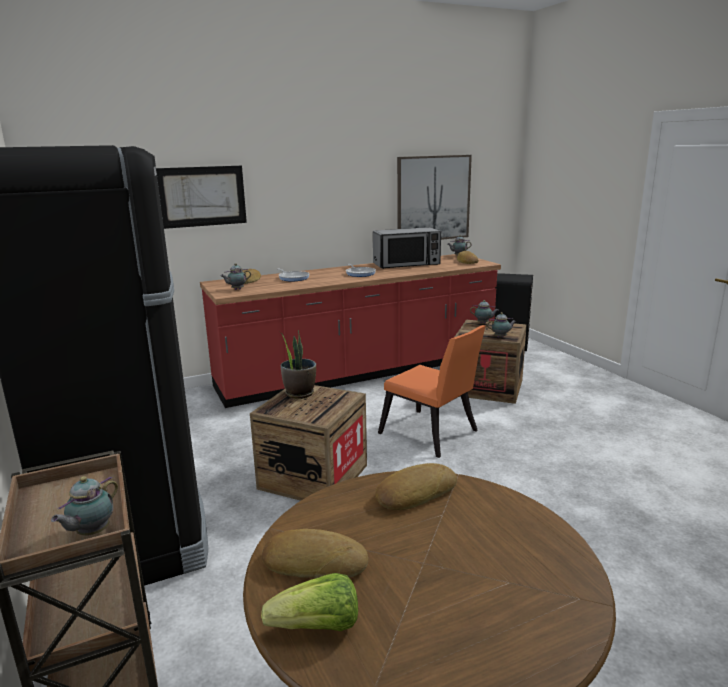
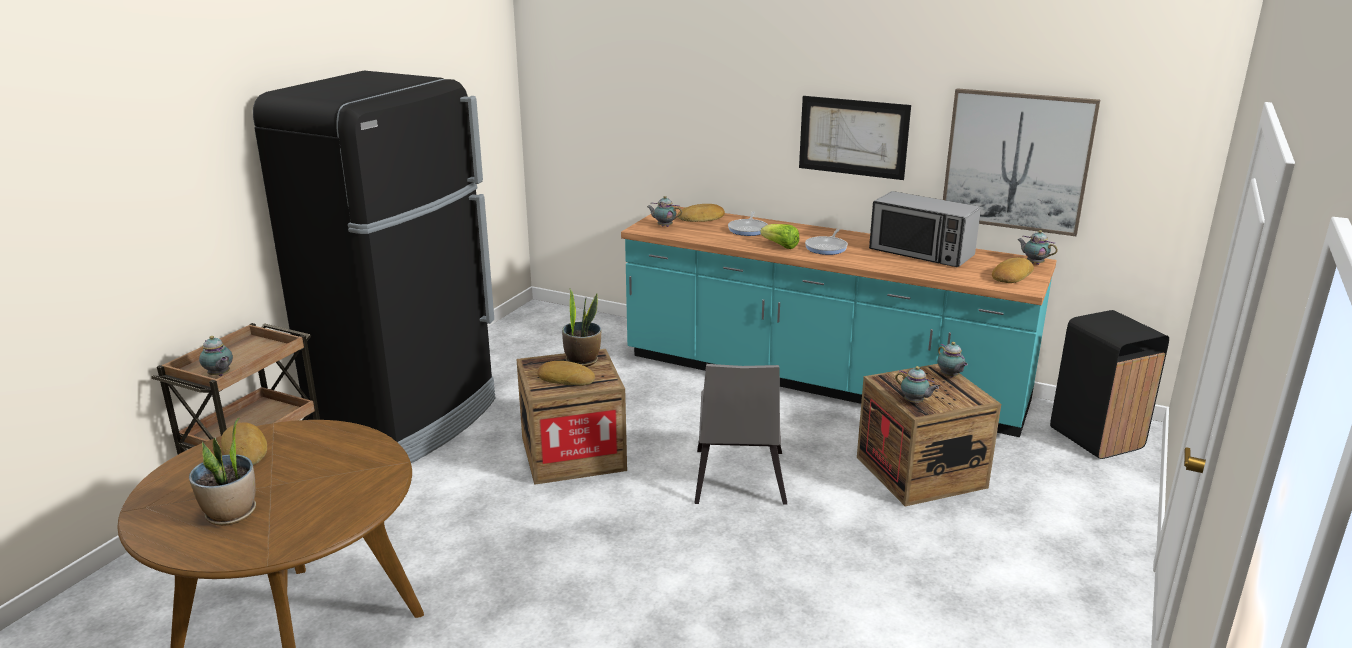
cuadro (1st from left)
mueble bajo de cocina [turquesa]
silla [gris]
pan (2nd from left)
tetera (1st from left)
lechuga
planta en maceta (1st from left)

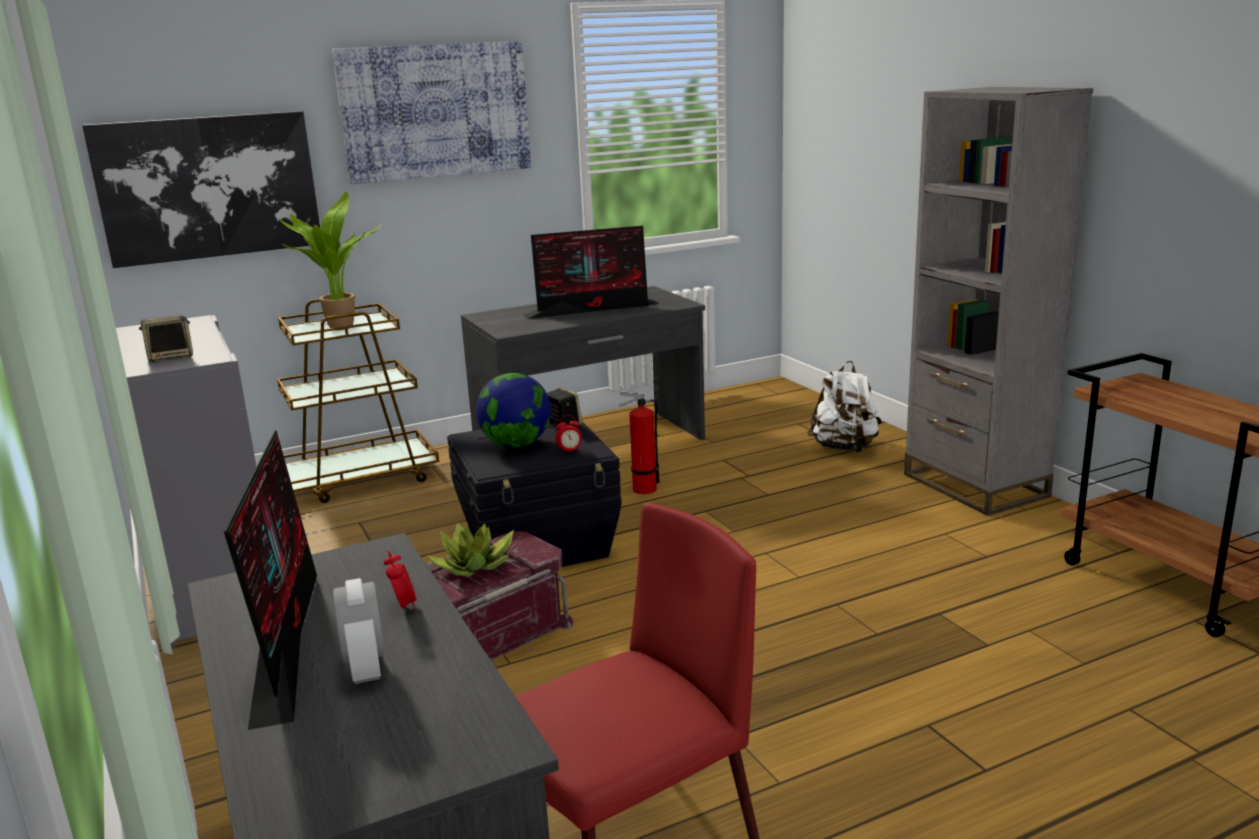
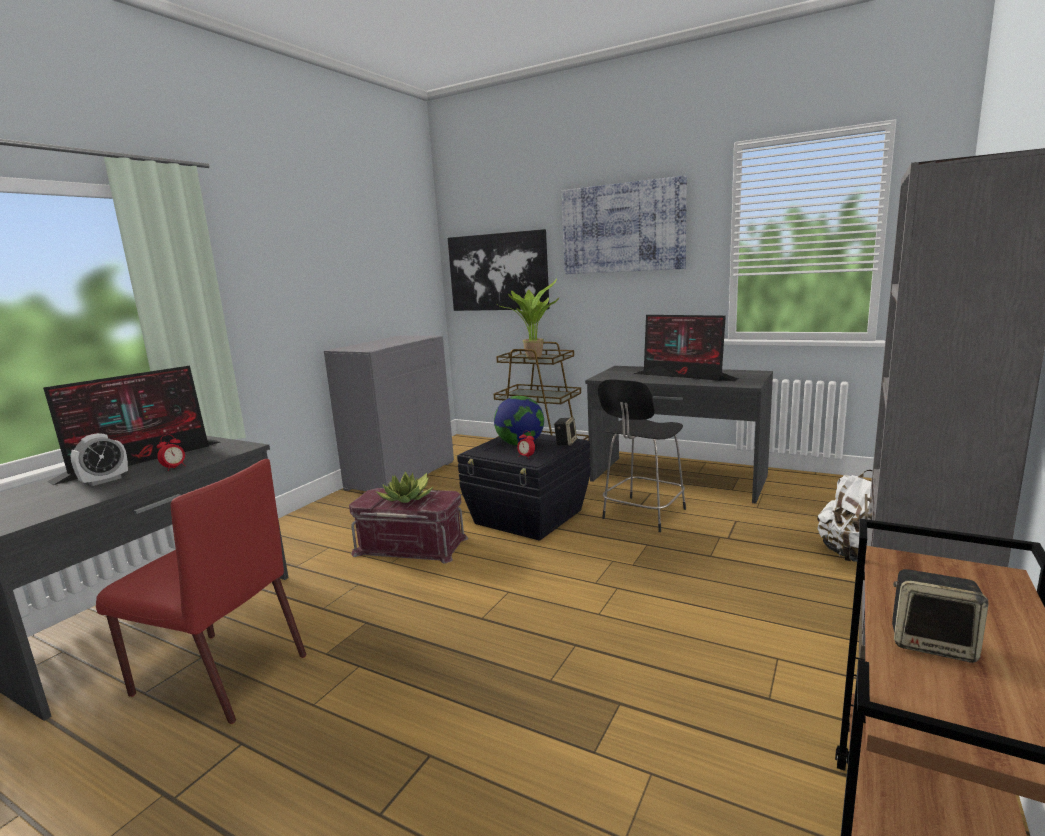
altavoz (2nd from left)
taburete [negro]

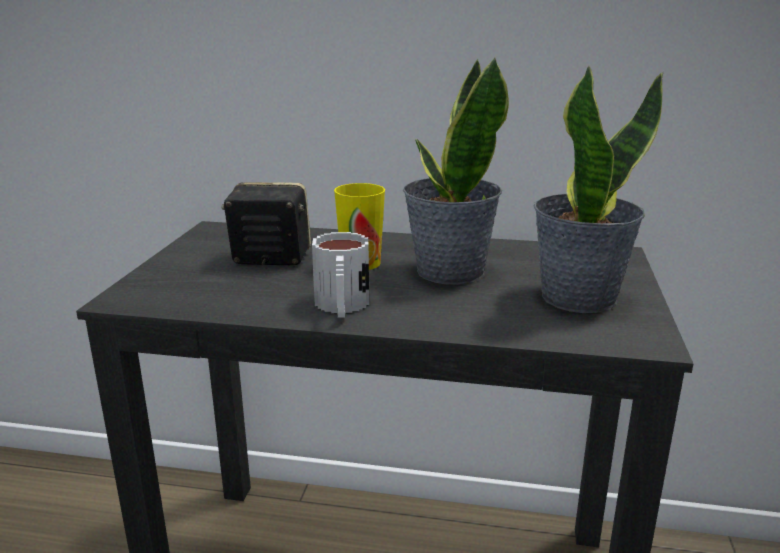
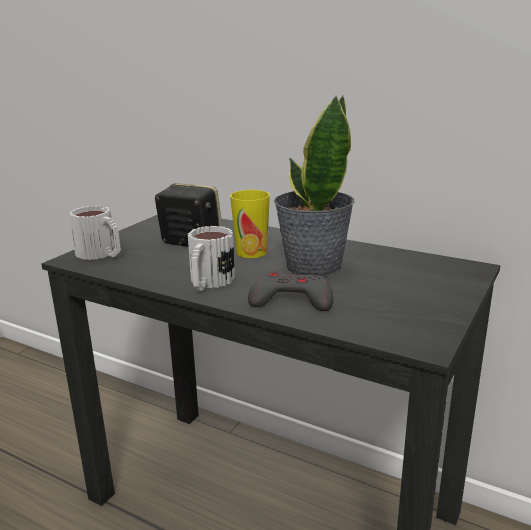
planta en maceta (2nd from left in the first image)
taza grande (1st from left)
mando de consola [gris]

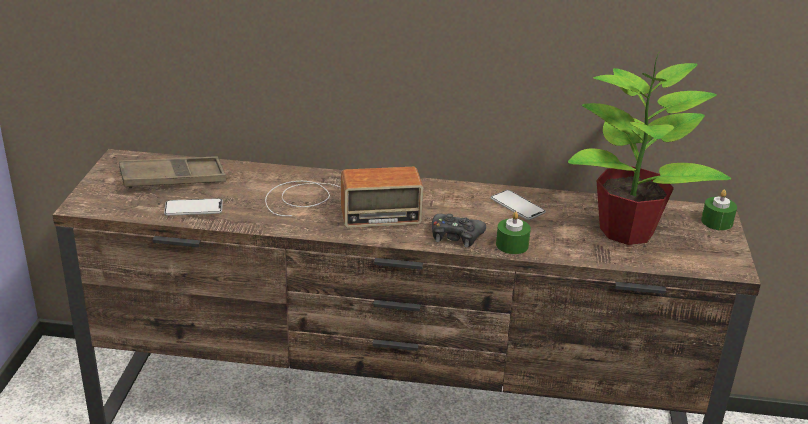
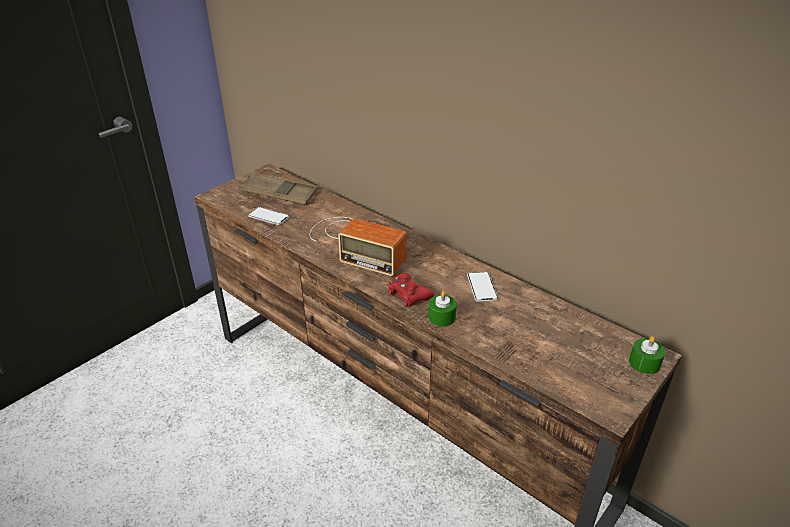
planta en maceta
mando de consola [rojo]

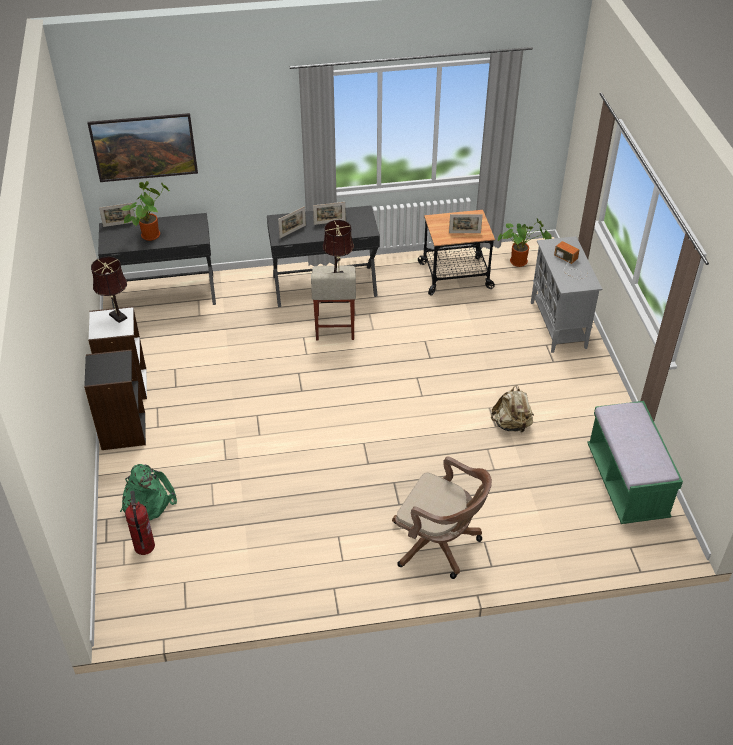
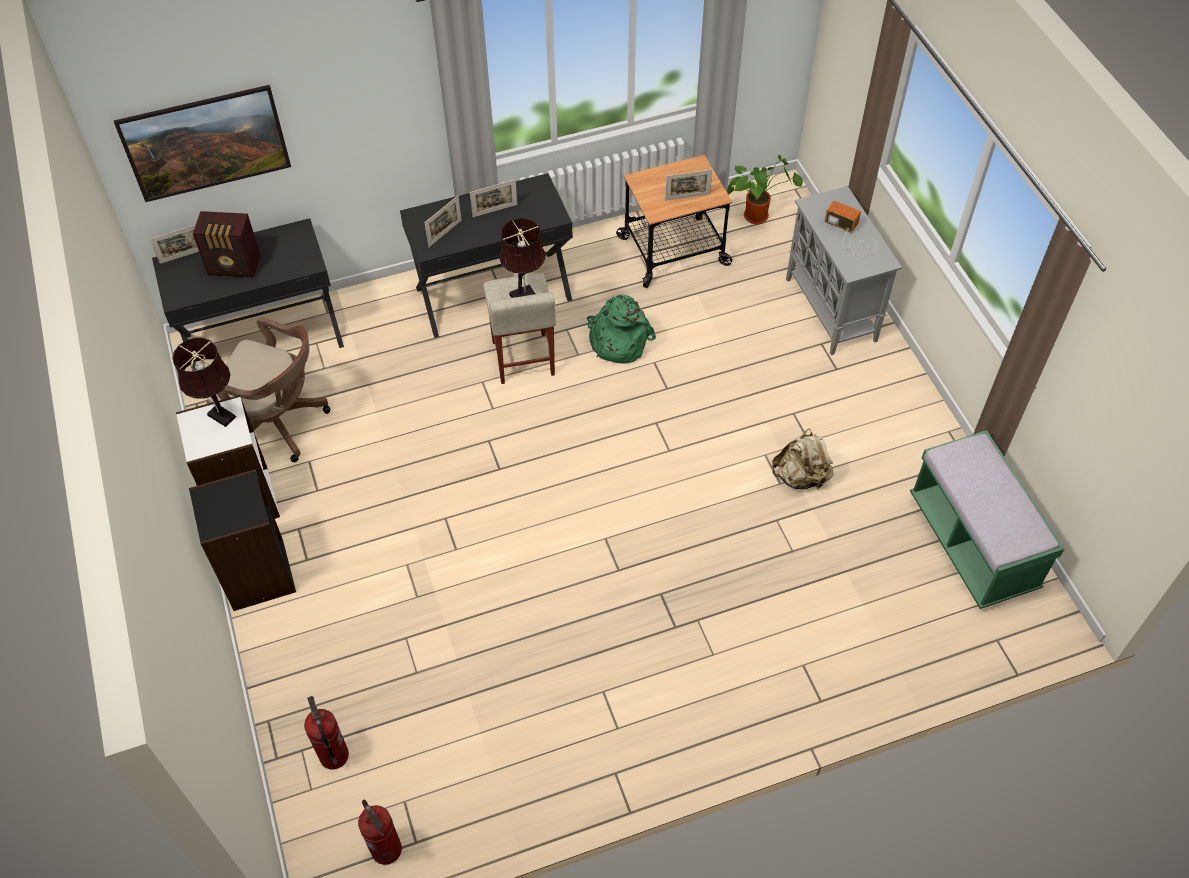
radio (1st from left)
silla de oficina [marrón]
mochila [verde]
extintor (2nd from left)

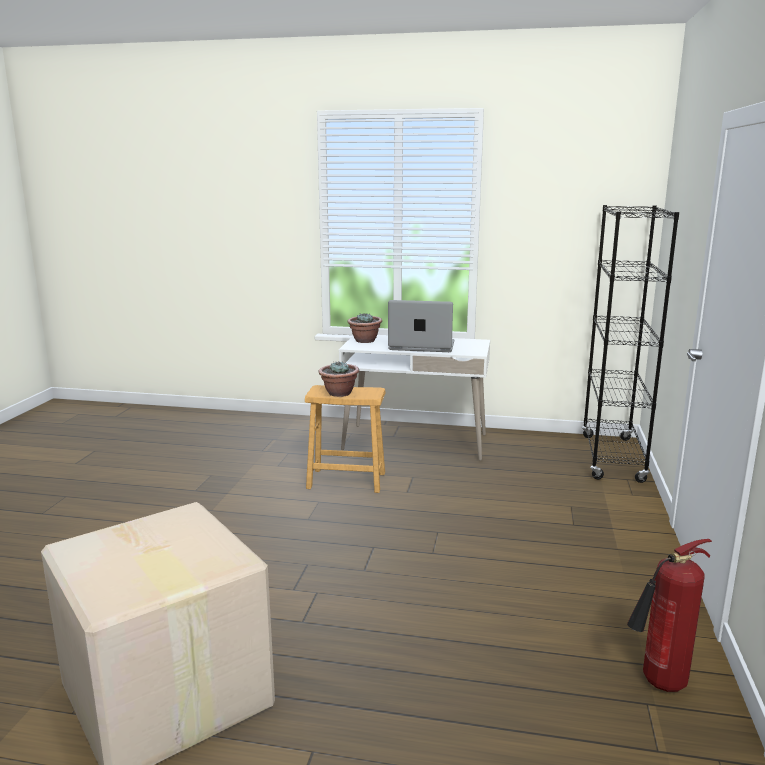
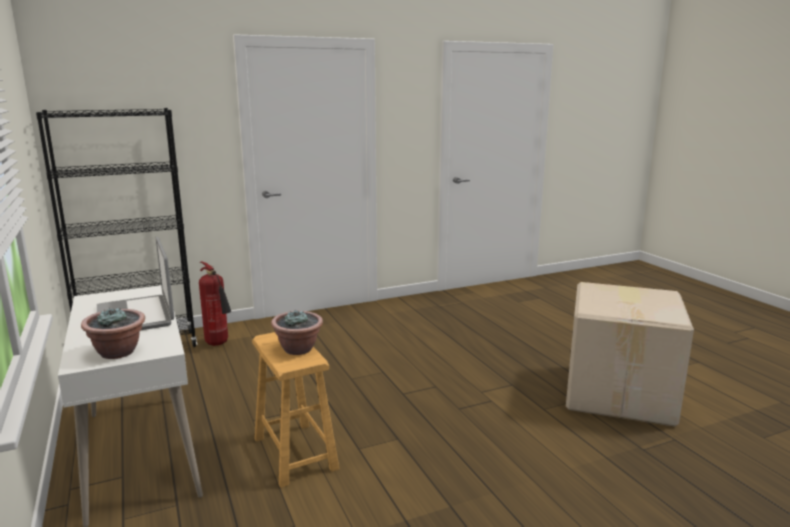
extintor

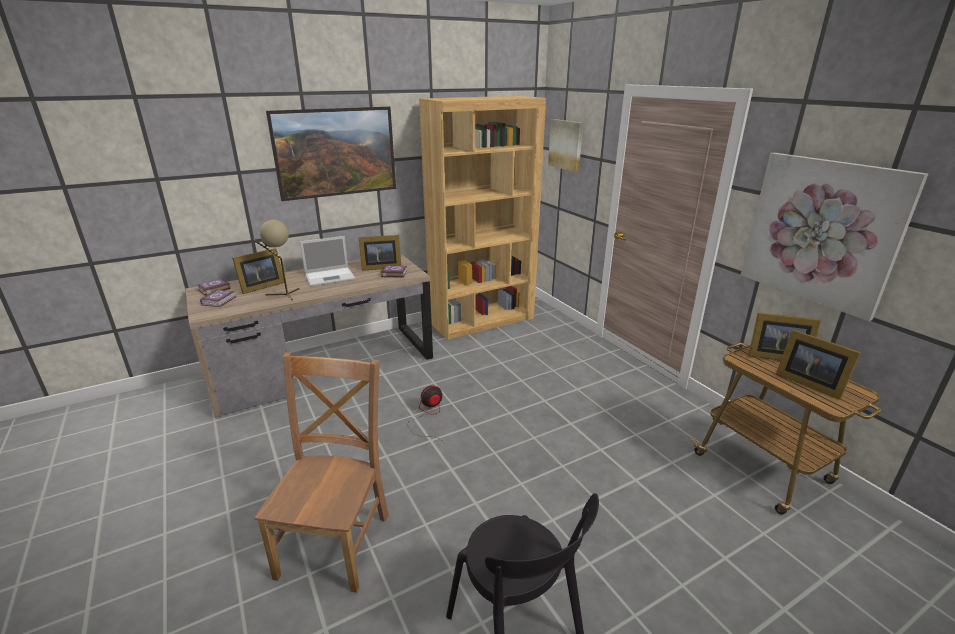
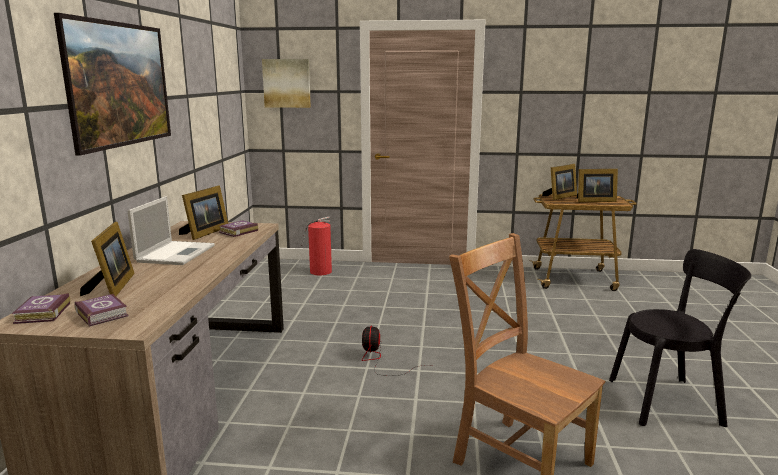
estantería [marrón]
cuadro (3rd from left in the first image)
lámpara de mesa [beis]
extintor

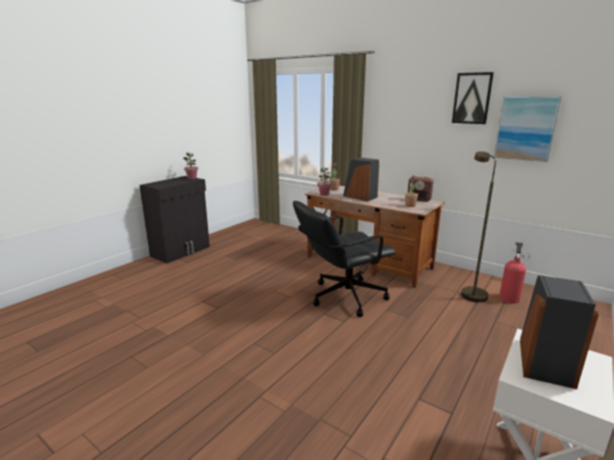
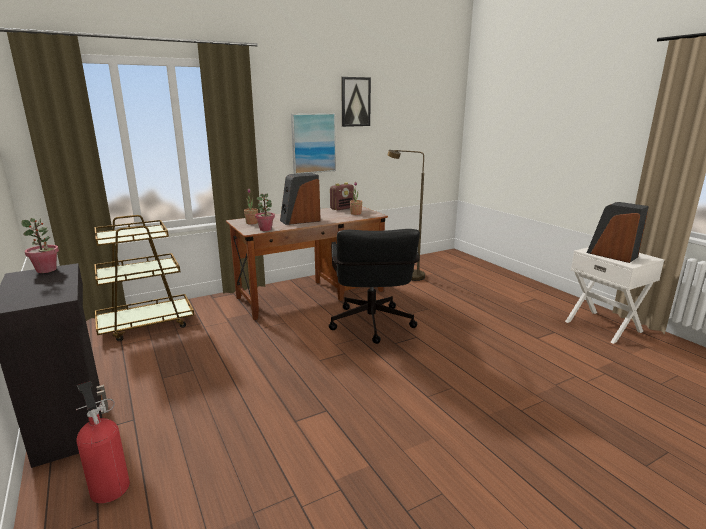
cuadro (1st from left)
extintor
carrito [marrón]

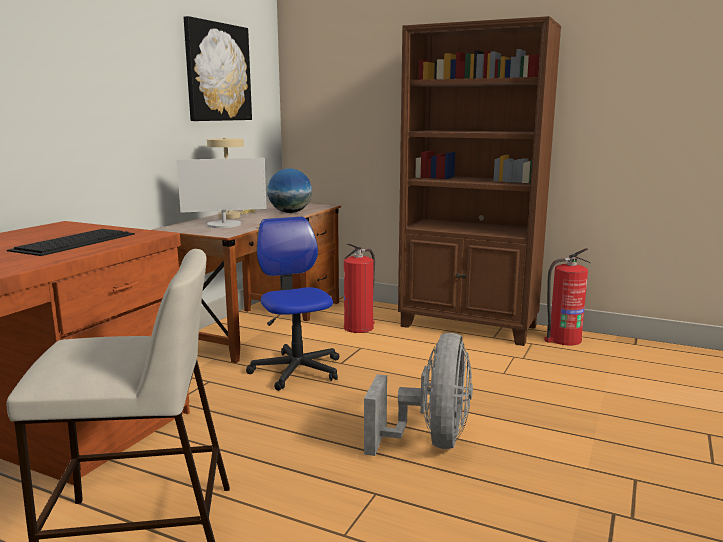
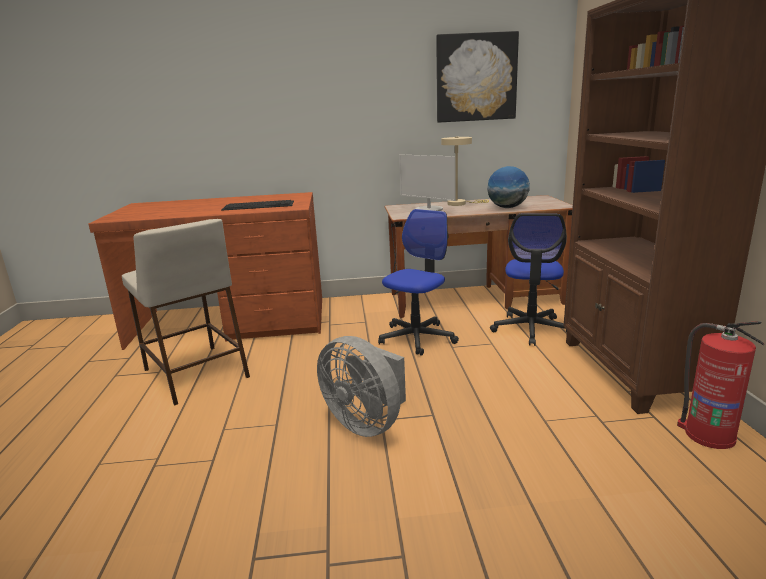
silla de oficina (2nd from left)
ventilador [gris]

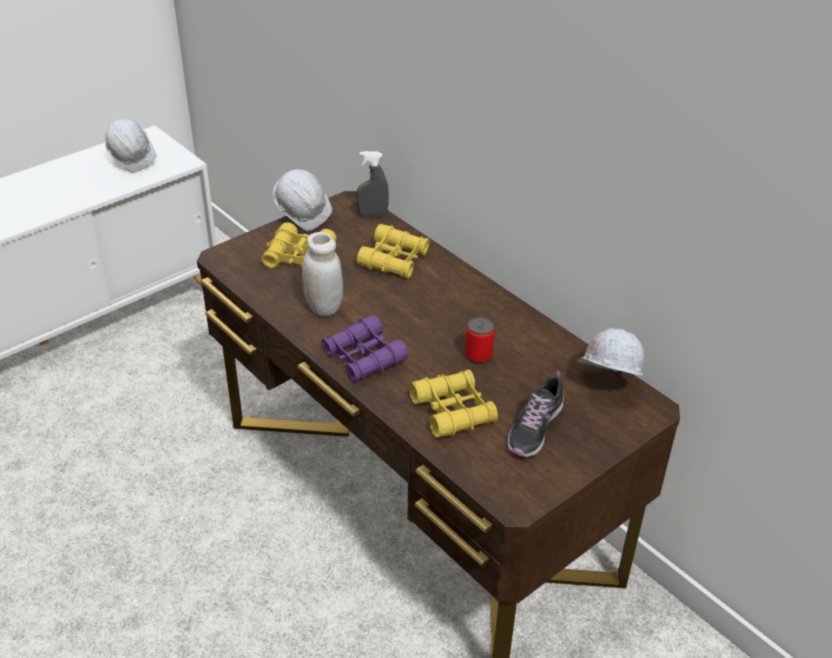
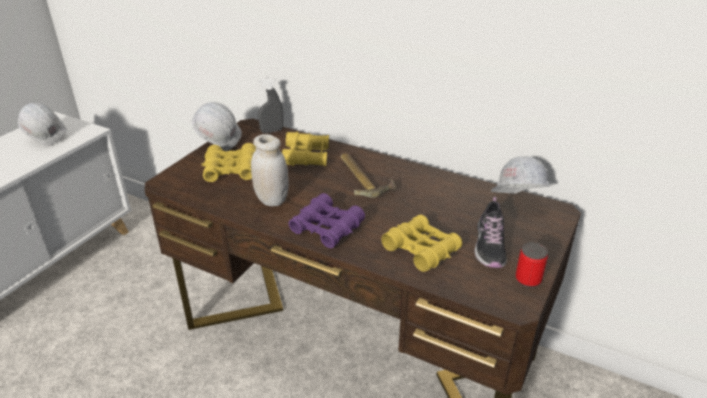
lata
martillo

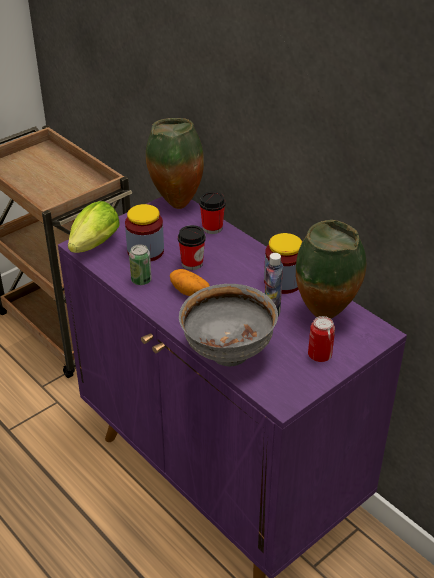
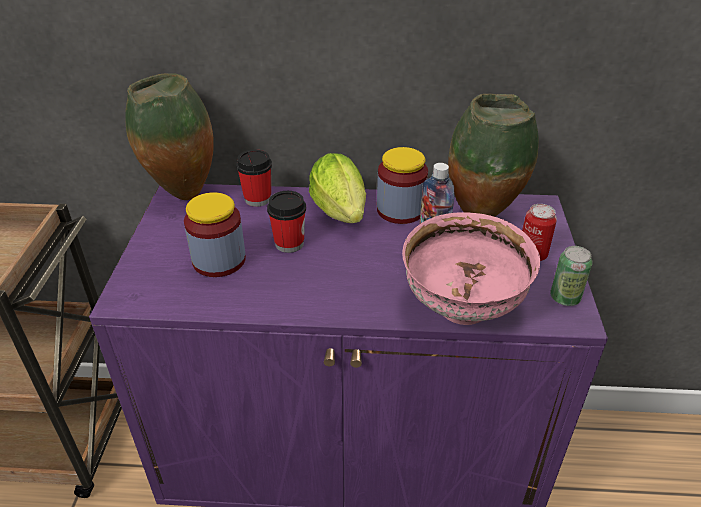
lechuga
lata (2nd from left)
patata
cuenco [rosa]

